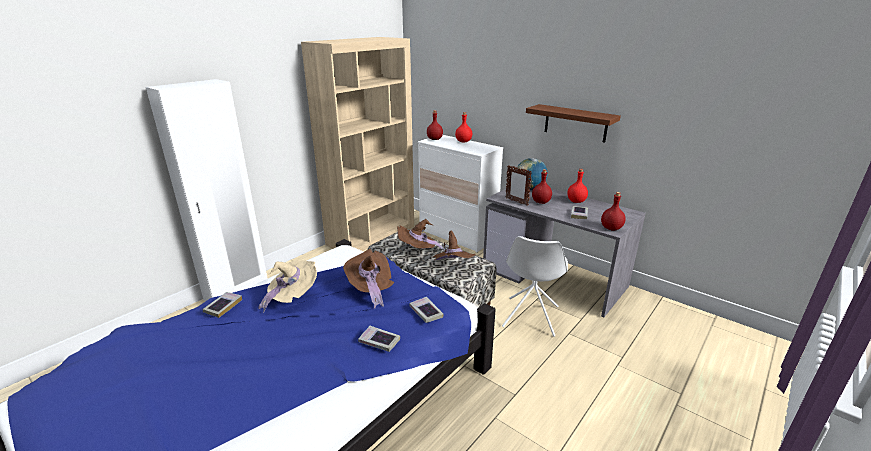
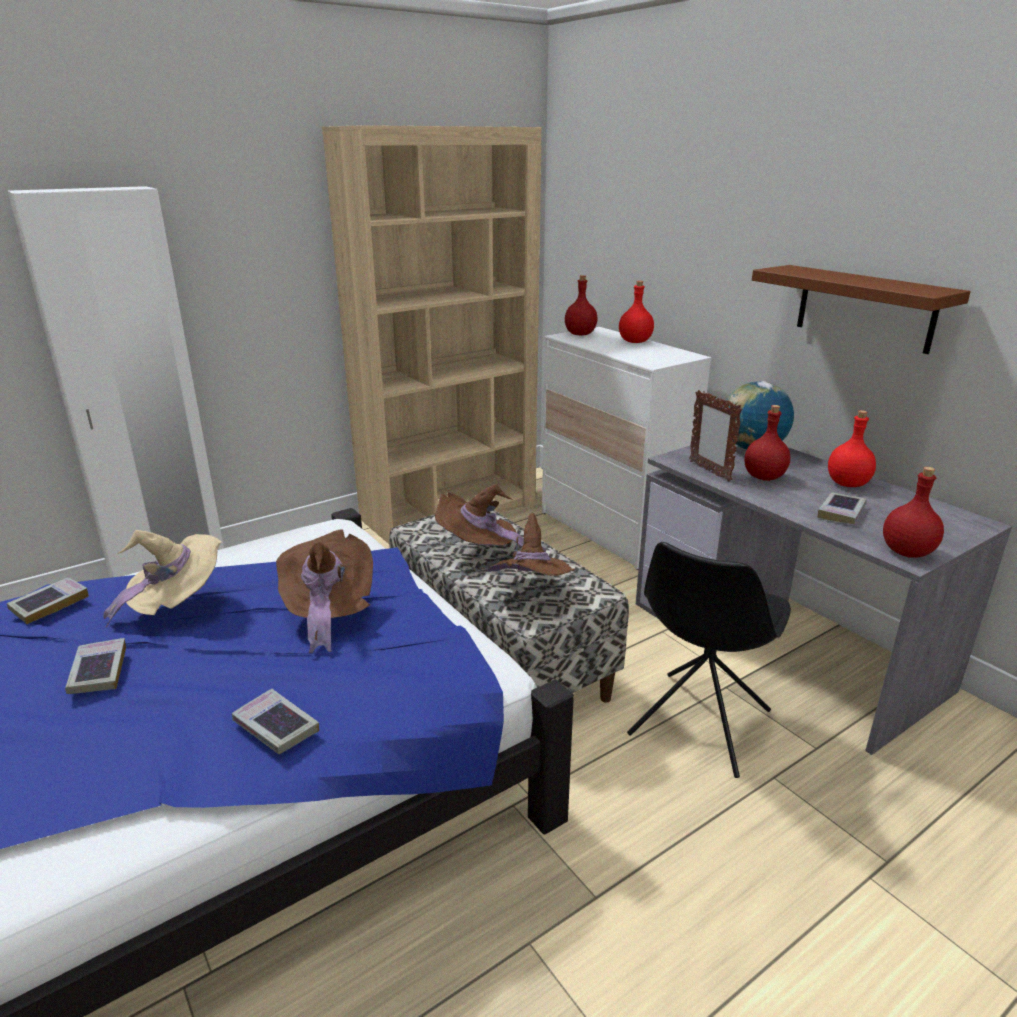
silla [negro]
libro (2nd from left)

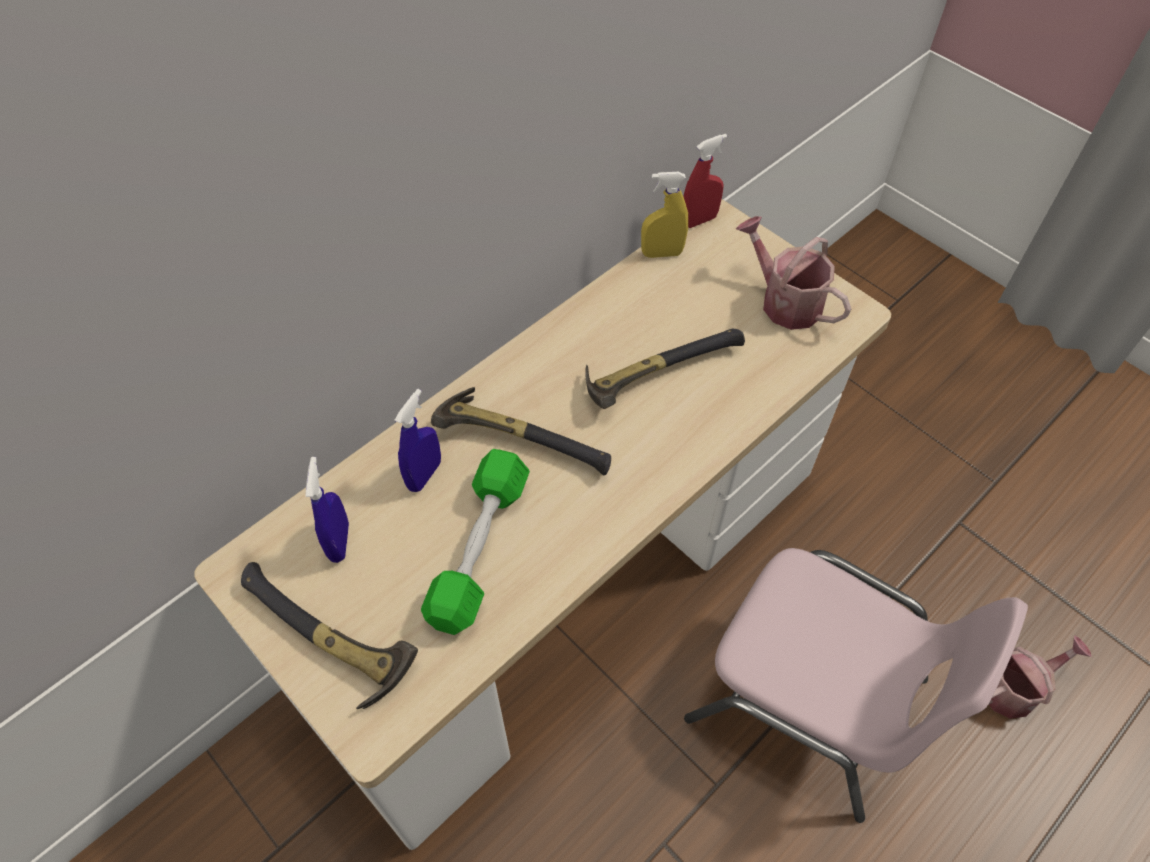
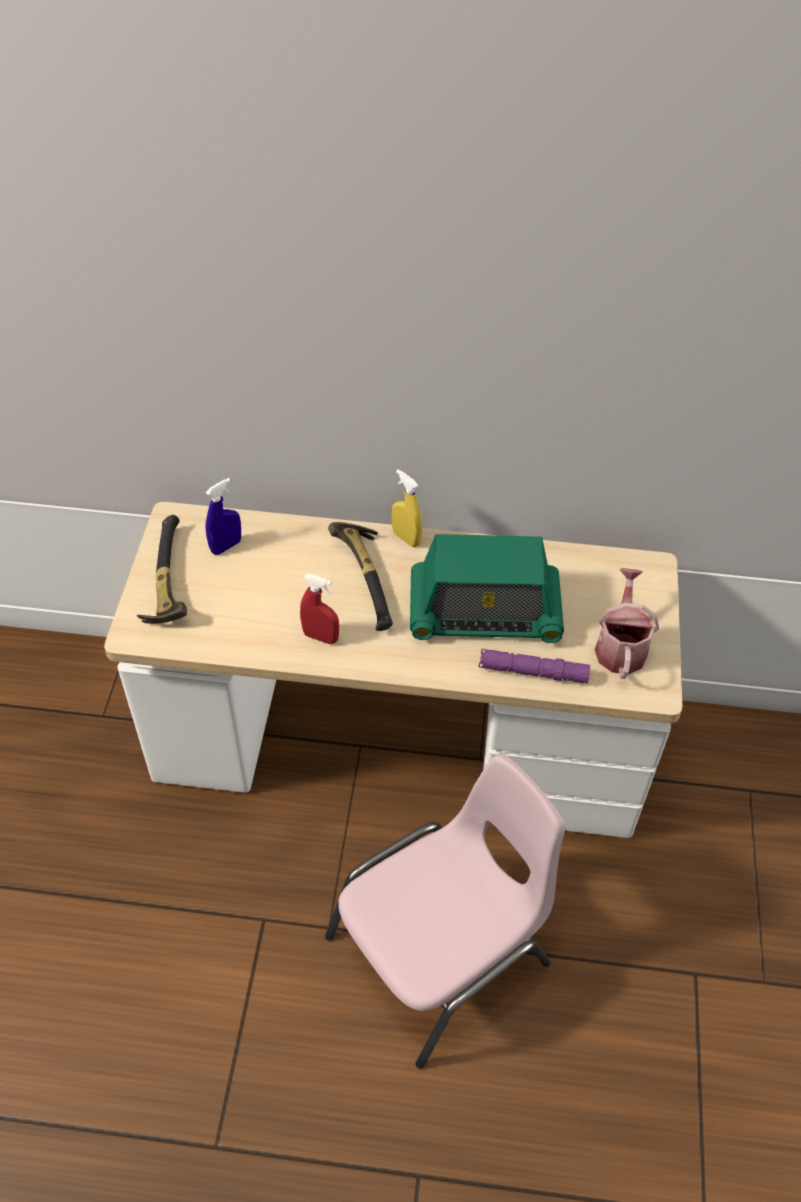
pulverizador [rojo]
pulverizador [amarillo]
radio
pulverizador [azul] (2nd from left in the first image)
mancuerna [verde]
silla [rosa]
regadera (2nd from left in the first image)
linterna [morado]

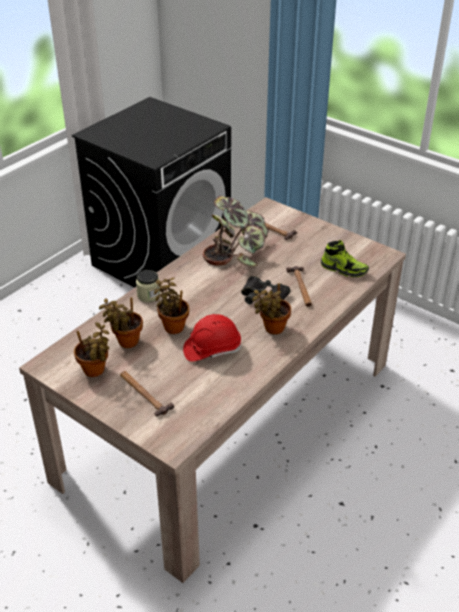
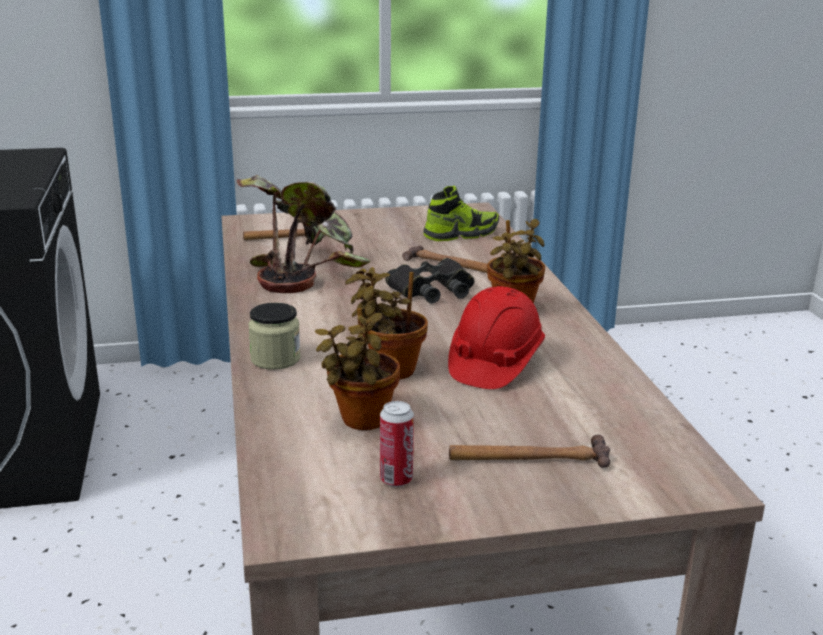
lata

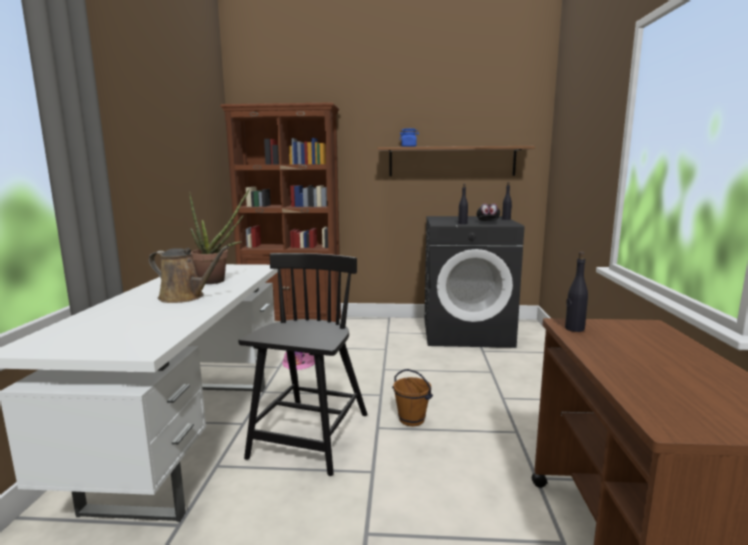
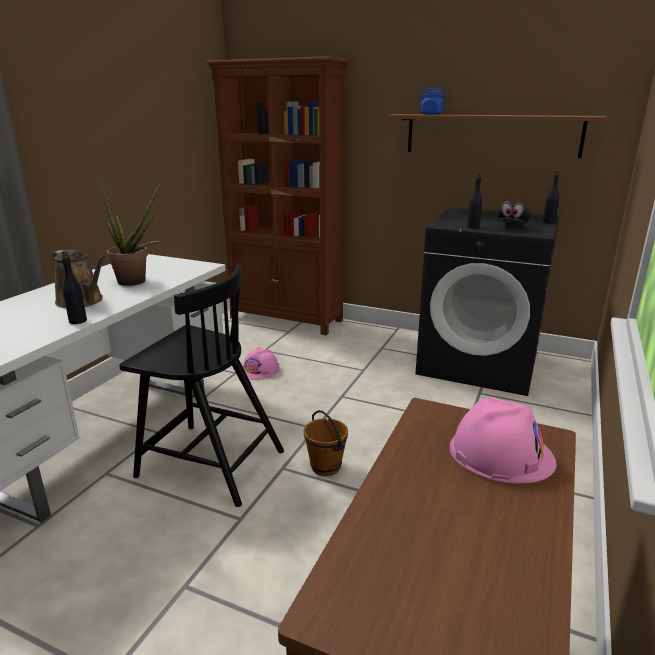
botella [negro] (1st from left)
silla [negro]
casco [rosa] (2nd from left)

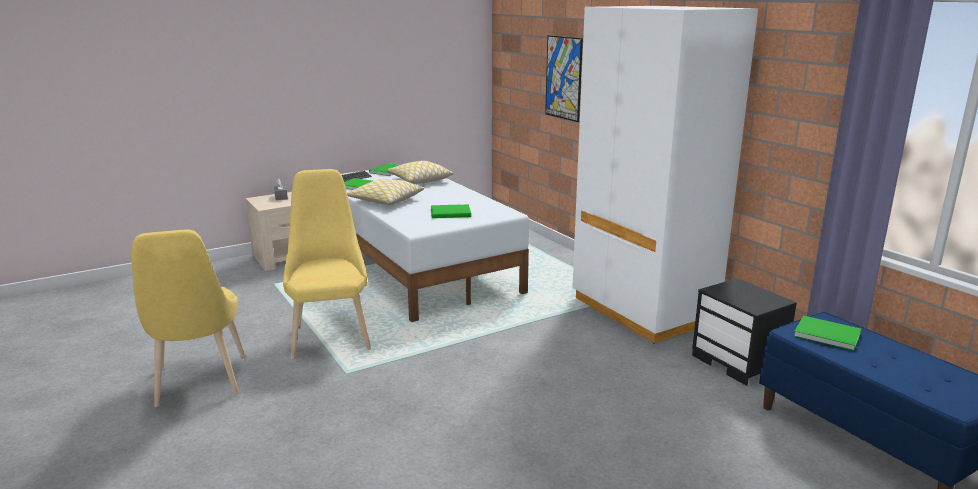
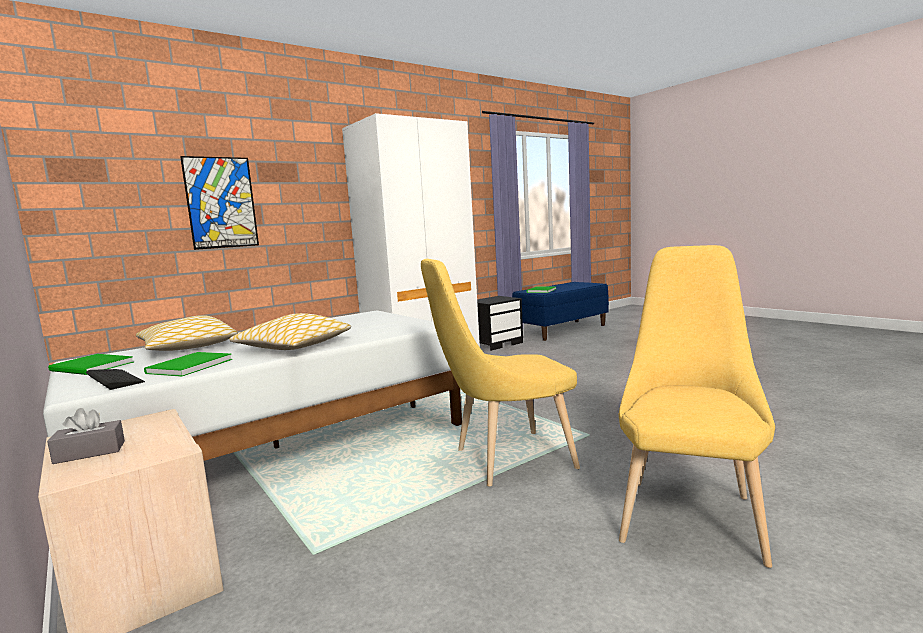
libro [verde] (3rd from left in the first image)
silla [amarillo] (2nd from left)

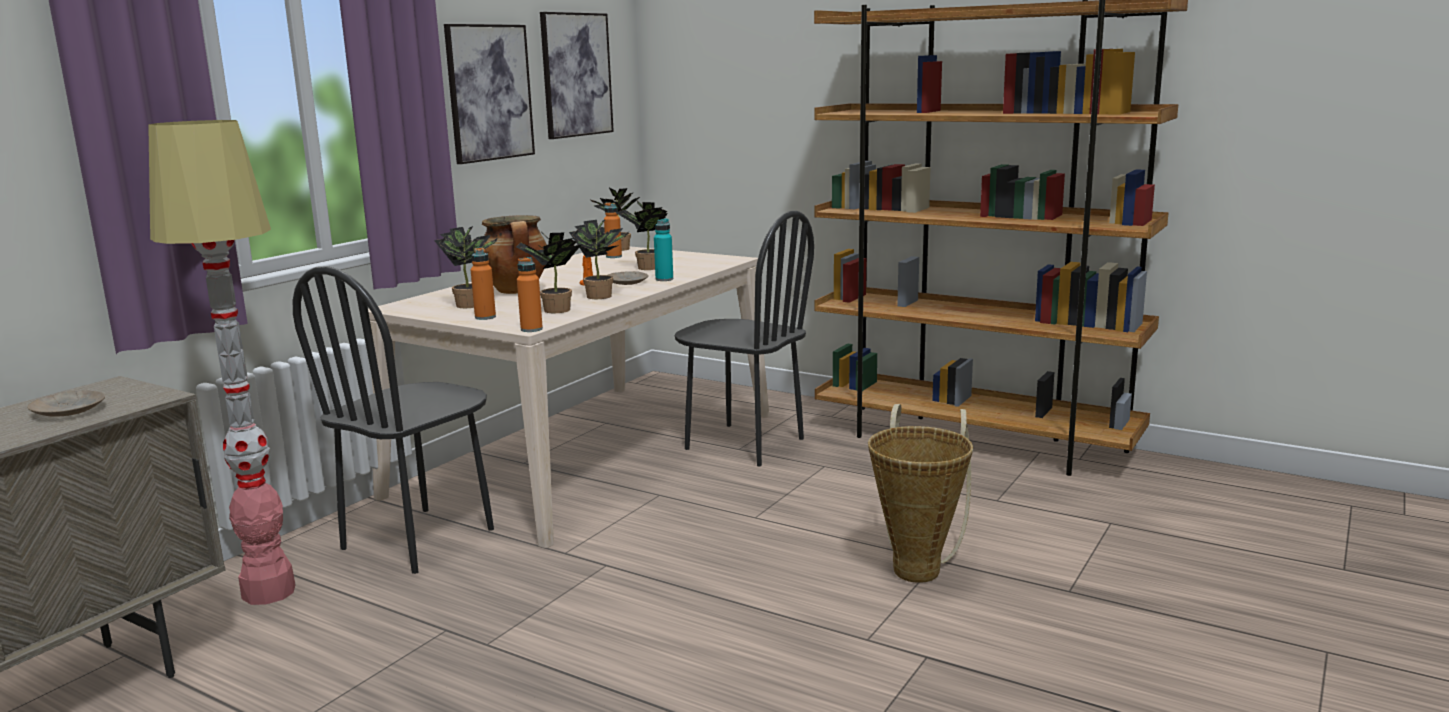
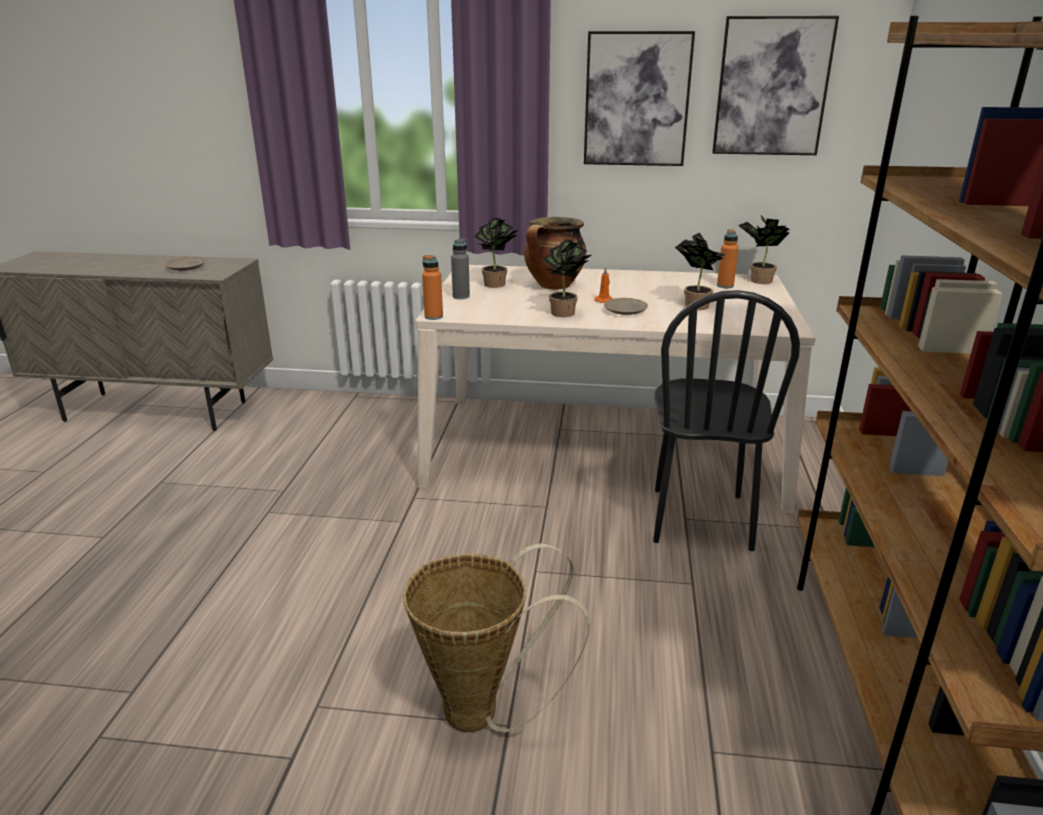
lámpara de pie
botella [turquesa]
planta en maceta (2nd from left in the first image)
botella [gris]
silla [negro] (1st from left in the first image)

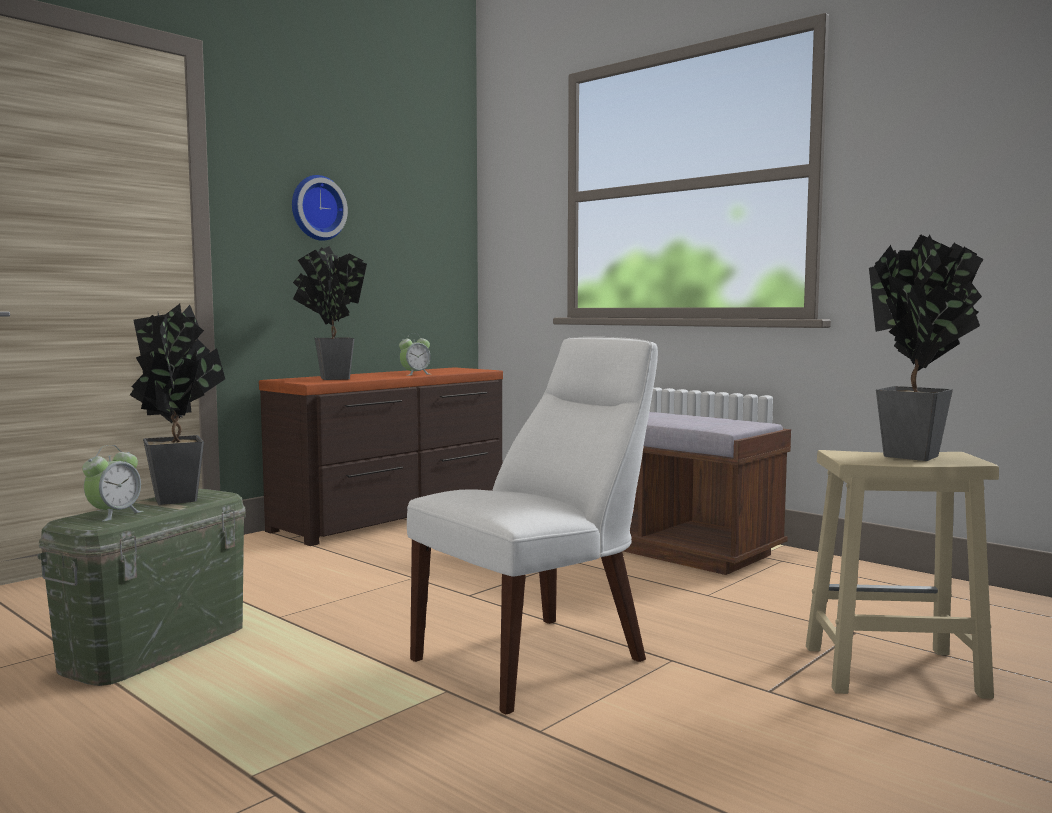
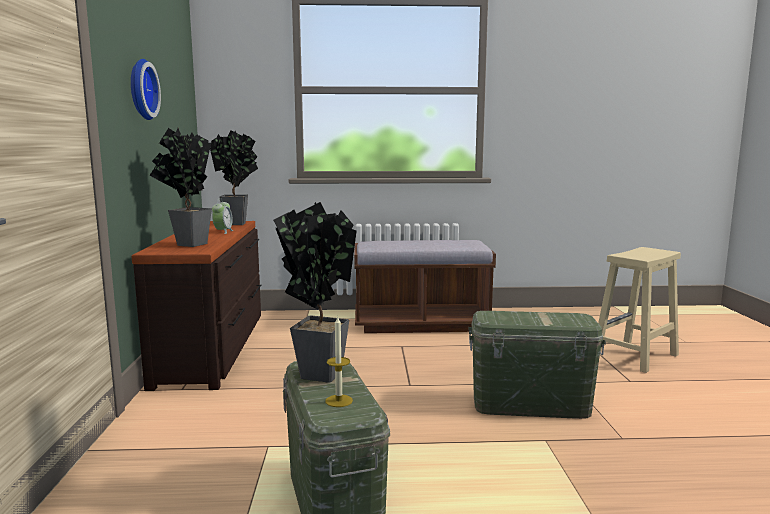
planta en maceta (2nd from left)
caja de almacenaje [verde] (2nd from left)
vela

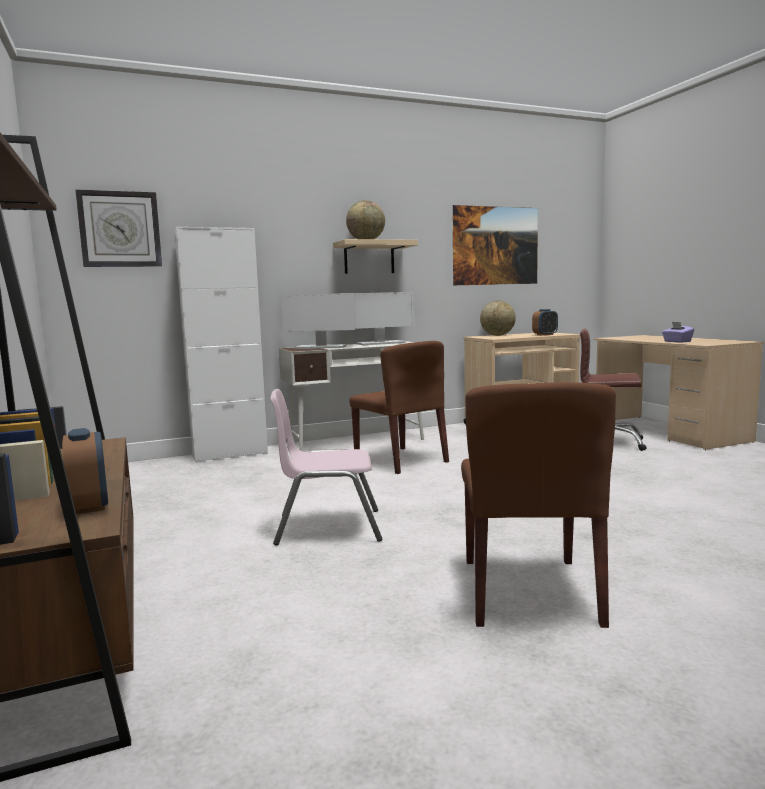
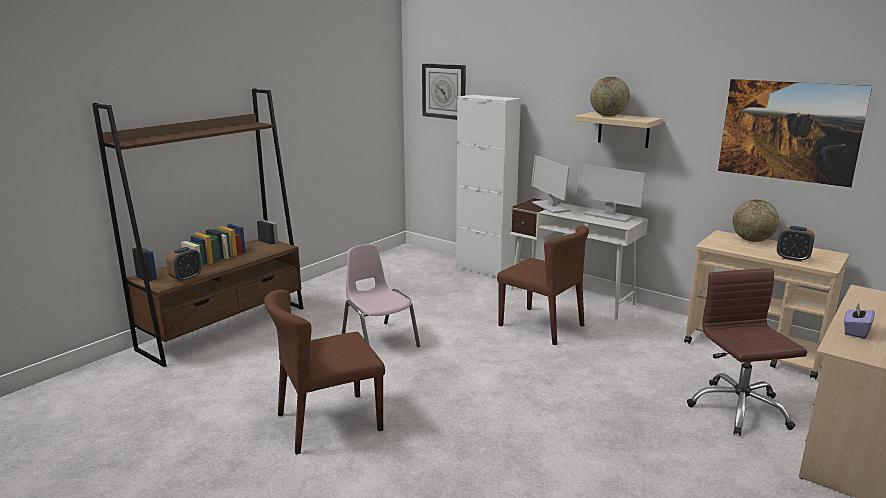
silla [marrón] (2nd from left)

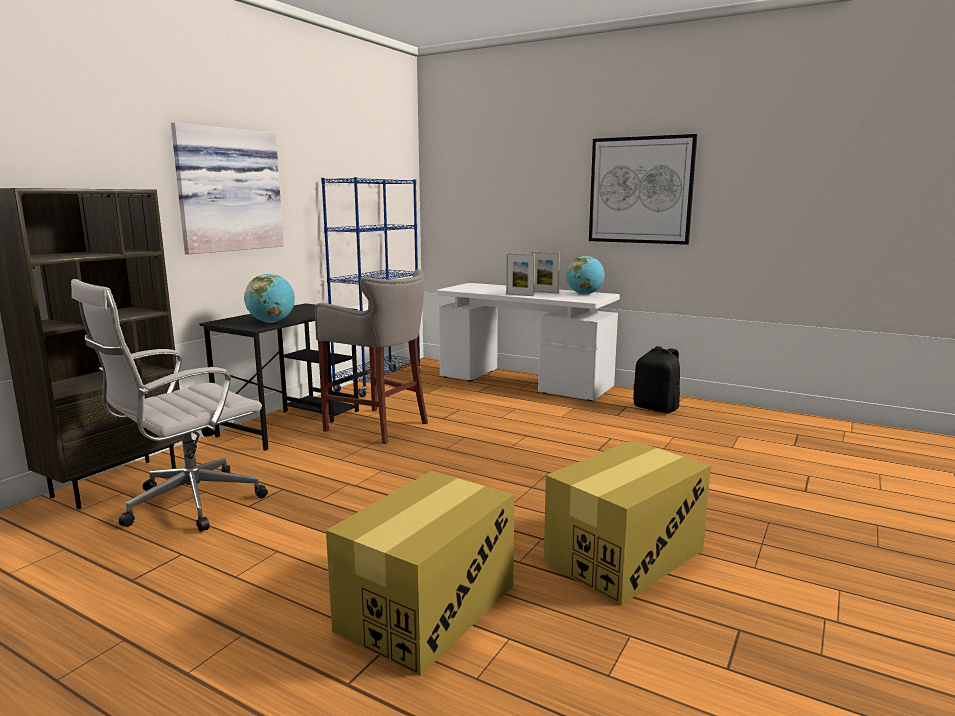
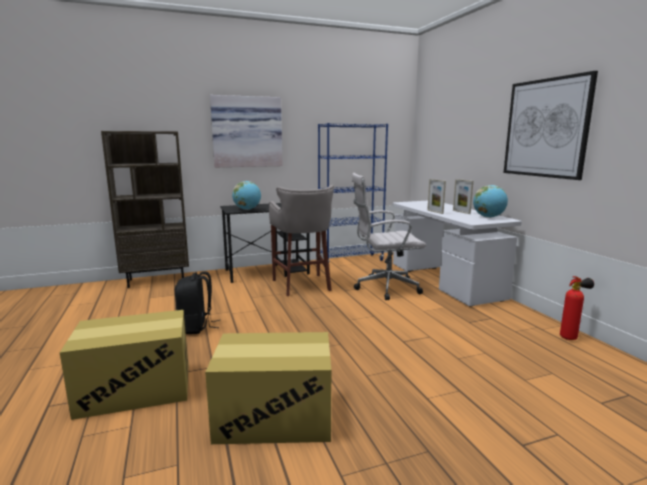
silla de oficina [blanco]
mochila [negro]
extintor

